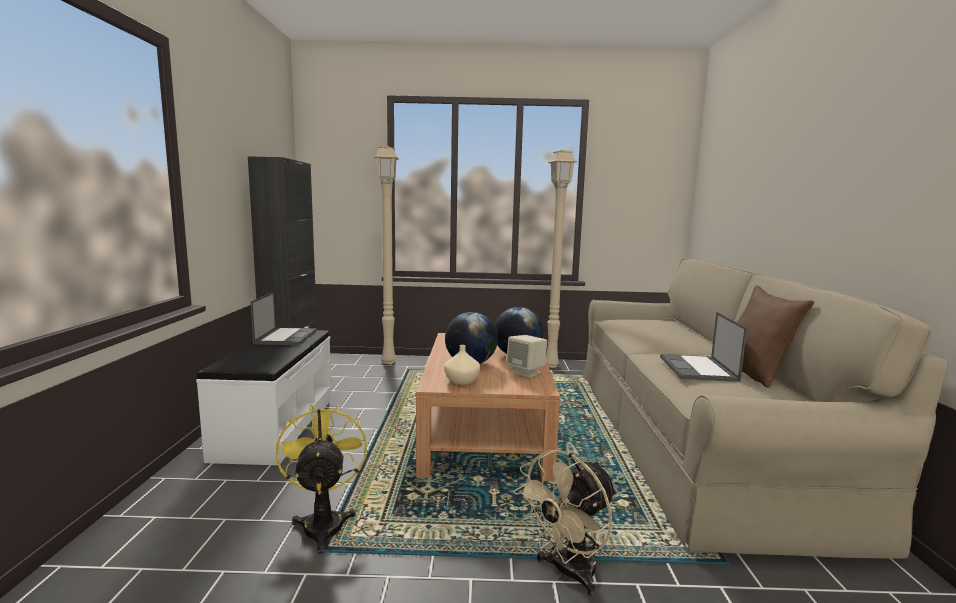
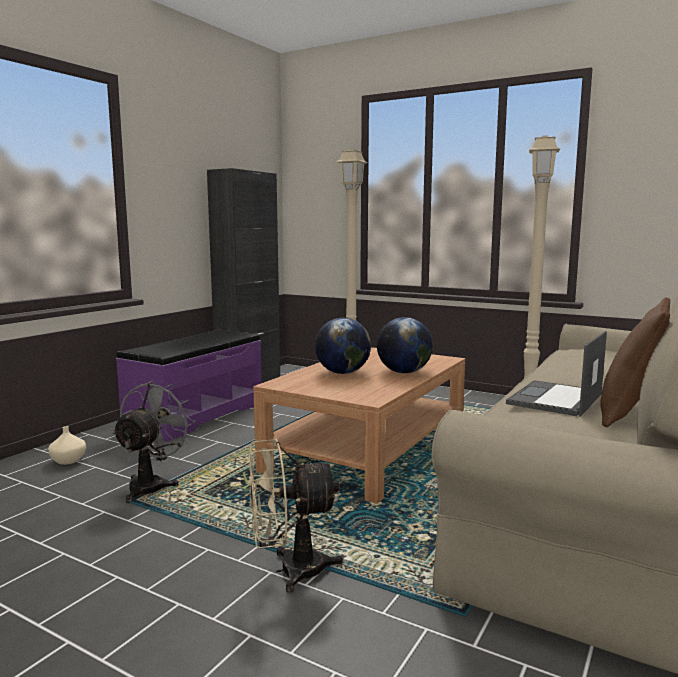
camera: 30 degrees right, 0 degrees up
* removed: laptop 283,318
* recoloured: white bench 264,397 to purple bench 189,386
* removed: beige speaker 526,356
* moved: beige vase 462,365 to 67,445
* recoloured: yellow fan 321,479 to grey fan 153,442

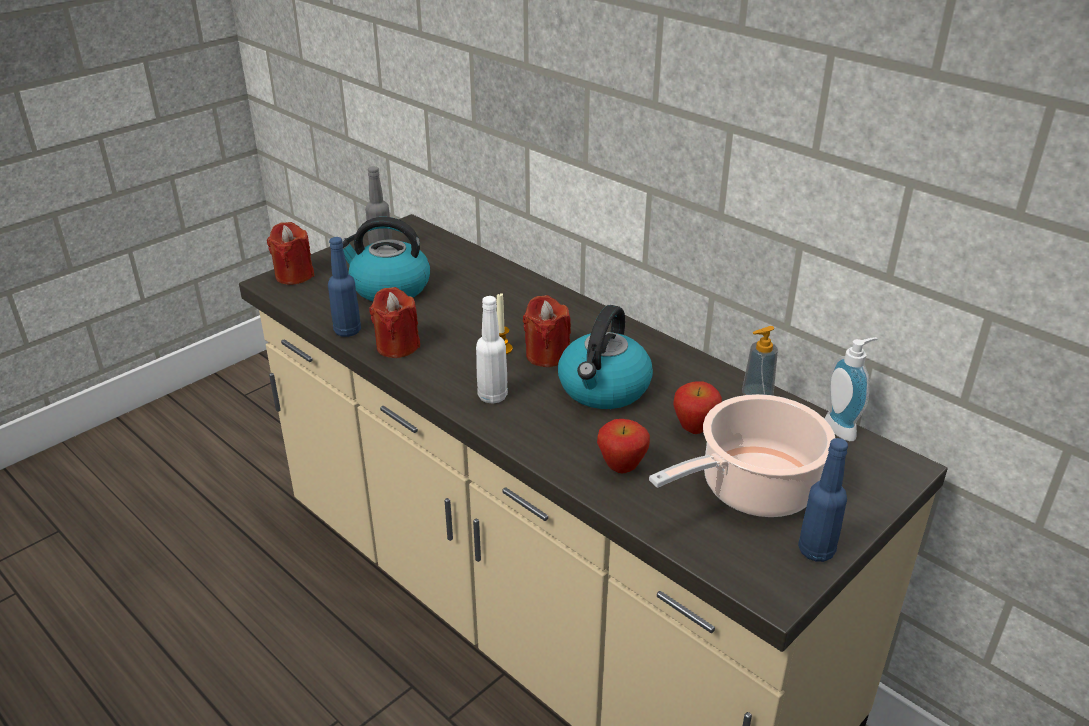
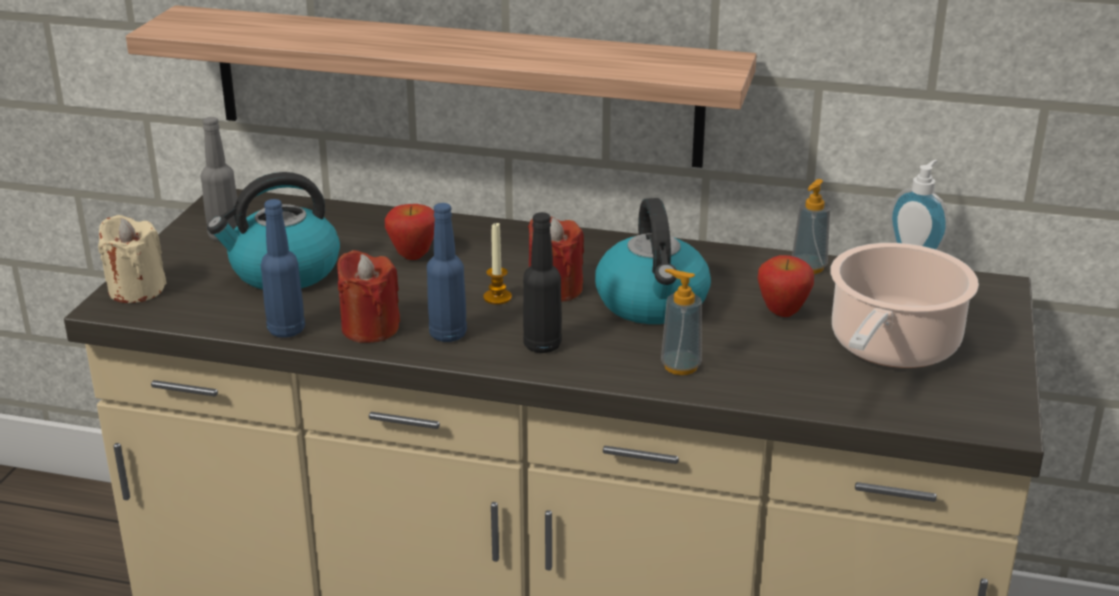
camera: 30 degrees left, 5 degrees down
* recoloured: red candle 291,253 to beige candle 132,259
* recoloured: white bottle 492,350 to black bottle 542,282
* moved: apple 623,446 to 410,232
* moved: blue bottle 823,500 to 447,272
* added: shelf 441,86
* added: soap dispenser 681,322

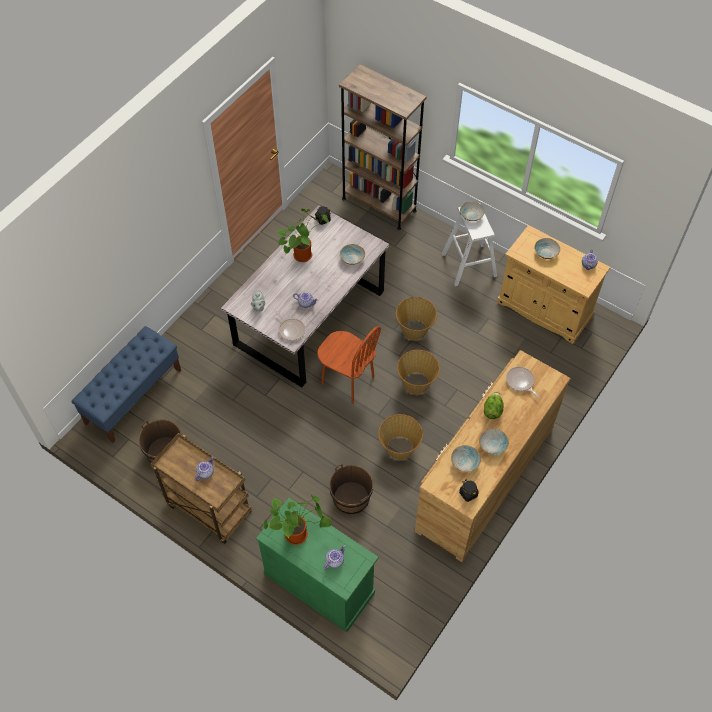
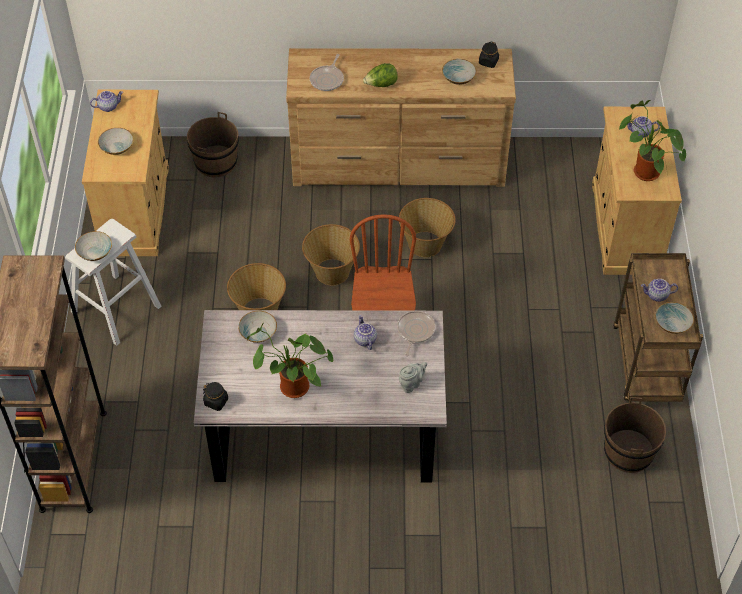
camera: 125 degrees left, 5 degrees down
* removed: blue bench 126,384
* moved: bowl 494,441 to 674,318
* moved: brown bucket 351,489 to 213,144
* recoloured: green cabinet 317,565 to beige cabinet 637,191

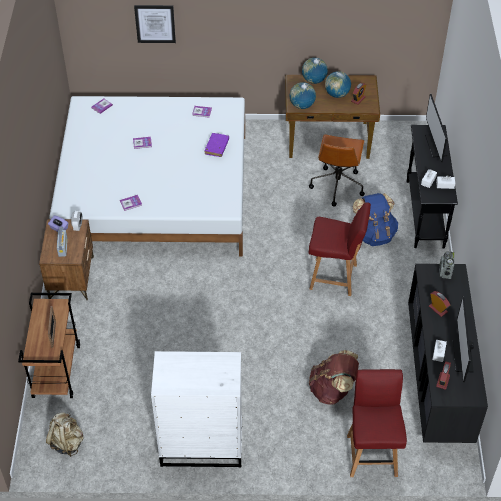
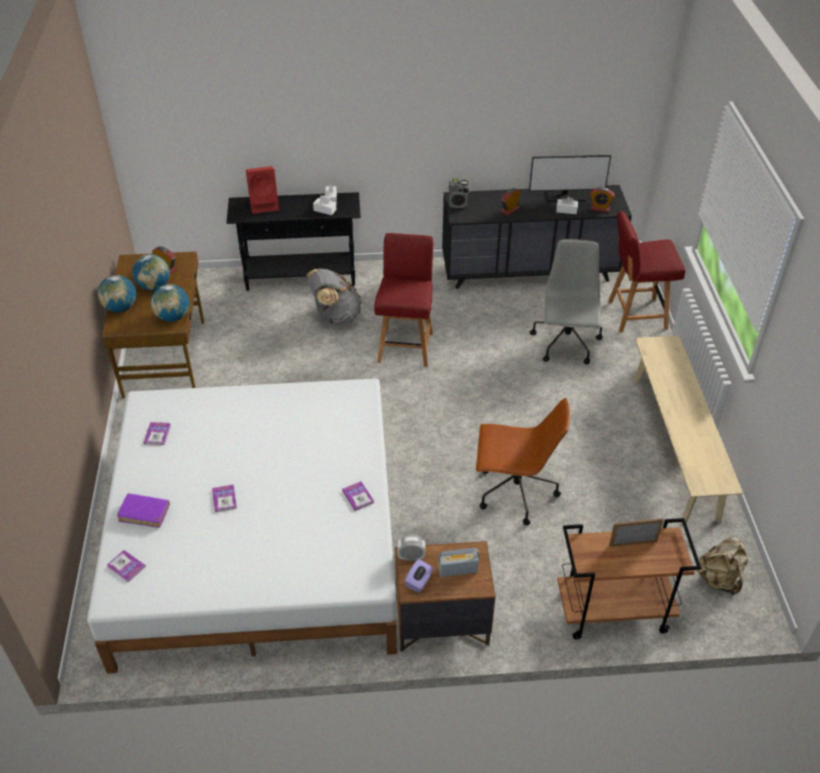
camera: 95 degrees left, 5 degrees down
* removed: picture 155,24
* replaced: monitor 436,128 to red speaker 262,190
* moved: purple book 217,145 to 143,510
* moved: brown office chair 337,171 to 523,461
* recoloured: blue backpack 375,219 to grey backpack 334,297
* replaced: brown backpack 334,377 to grey office chair 566,301
* replaced: white dresser 196,409 to beige bench 688,430

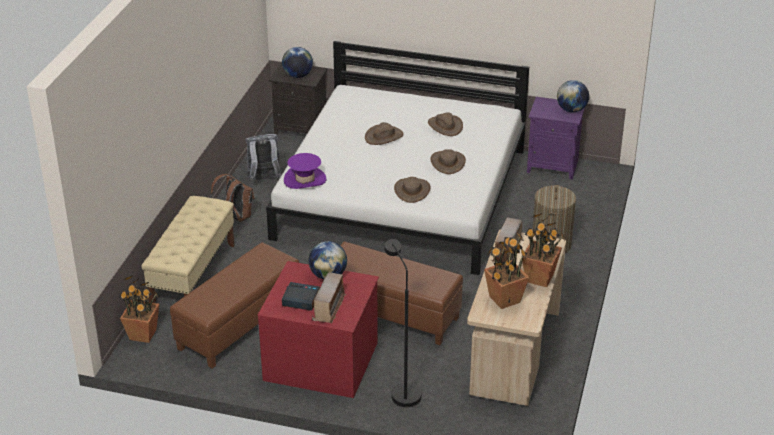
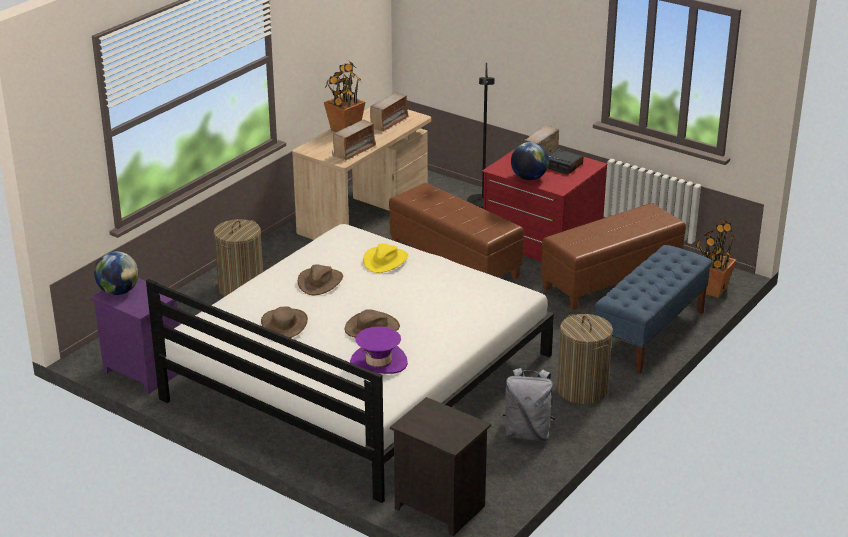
camera: 160 degrees left, 5 degrees down
* removed: globe 297,62
* moved: purple hat 305,171 to 379,350
* replaced: brown backpack 232,198 to laundry basket 585,359
* recoloured: brown hat 412,190 to yellow hat 385,258
* recoloured: beige bench 188,249 to blue bench 653,309
* replaced: potted plant 506,271 to radio 389,112

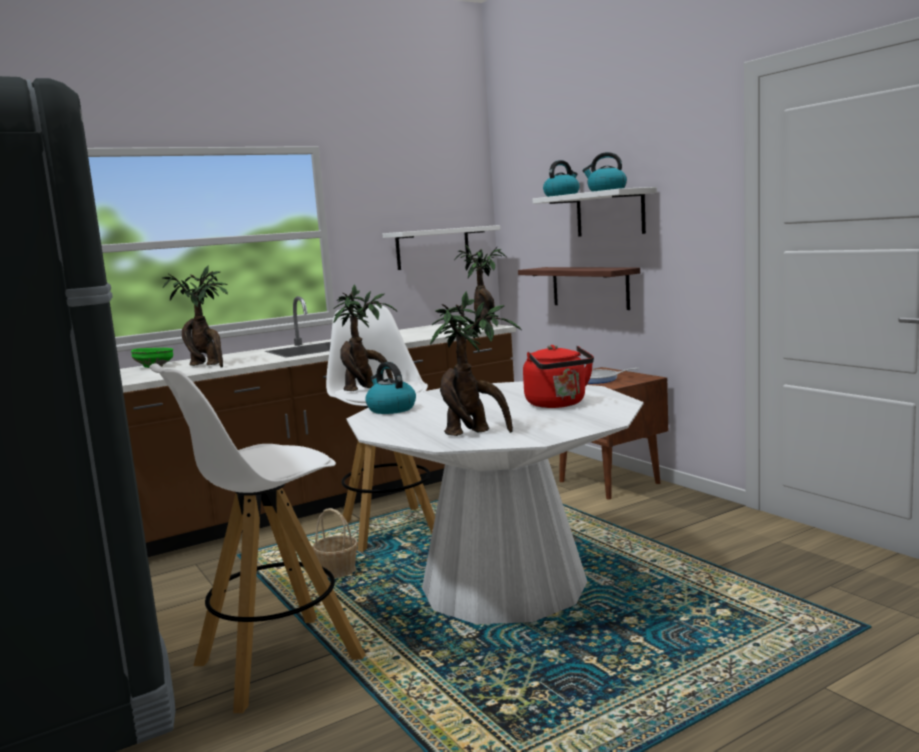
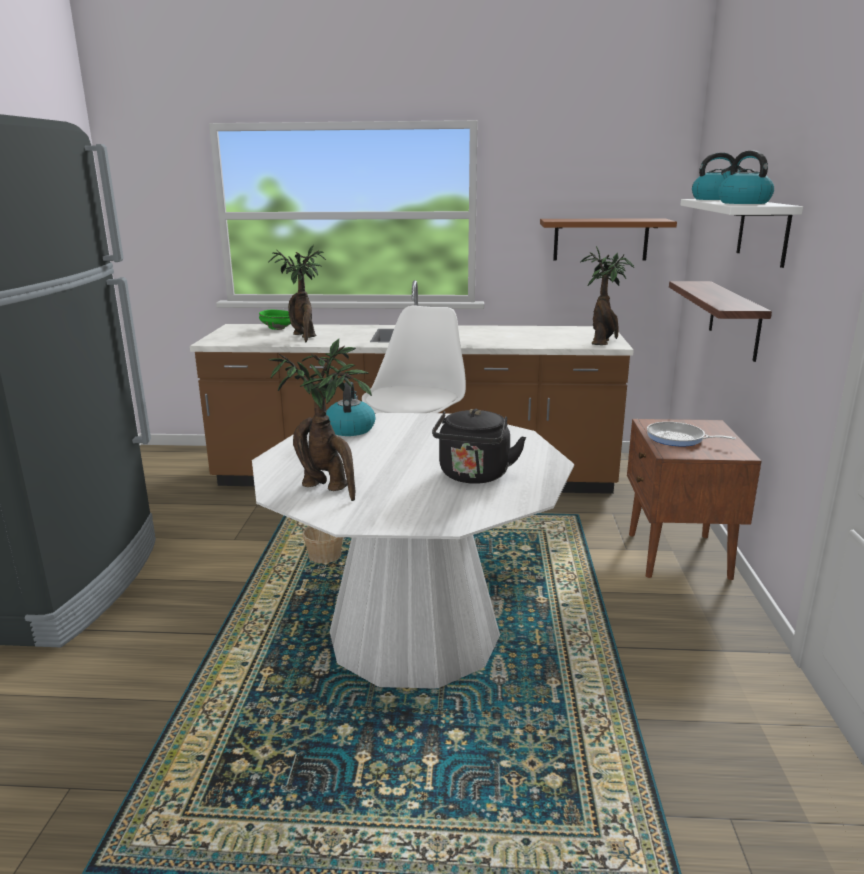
camera: 35 degrees right, 10 degrees up
* recoloured: white shelf 441,247 to brown shelf 608,239
* removed: potted plant 365,337
* recoloured: red kettle 558,376 to black kettle 479,446
* removed: white stool 257,538

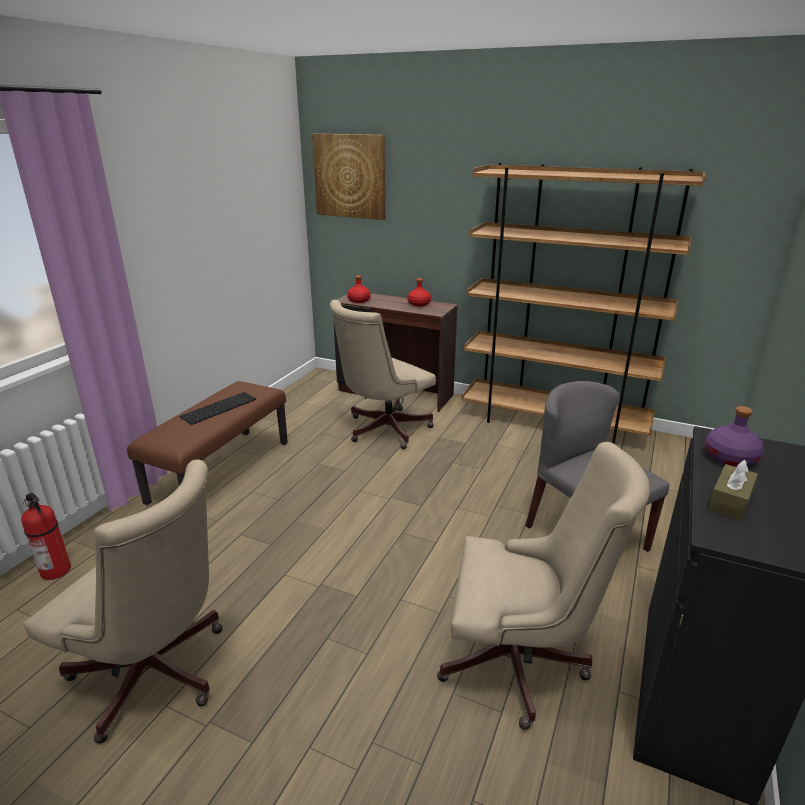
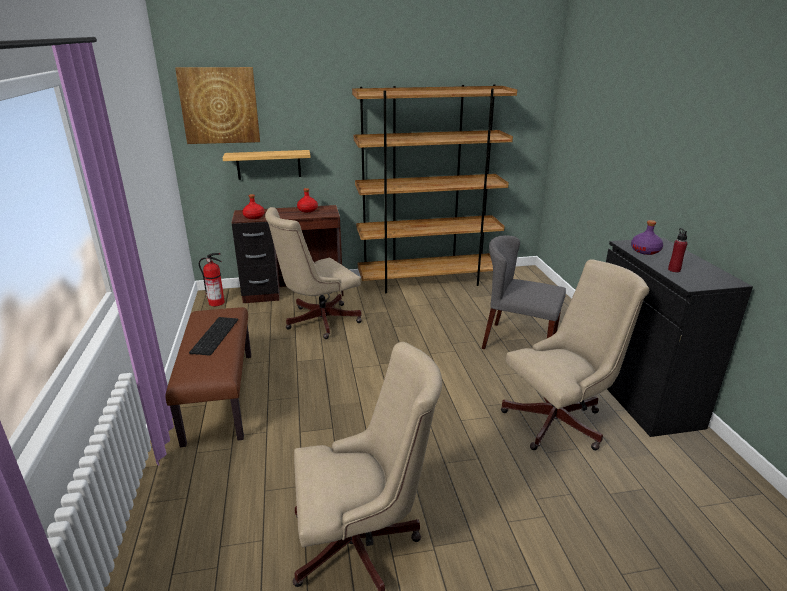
camera: 35 degrees left, 0 degrees up
* turned: beige office chair 383,374 = 313,273 45 degrees clockwise
* replaced: brown tissue box 733,490 to red bottle 678,250
* moved: fire extinguisher 46,536 to 212,279
* added: shelf 267,165

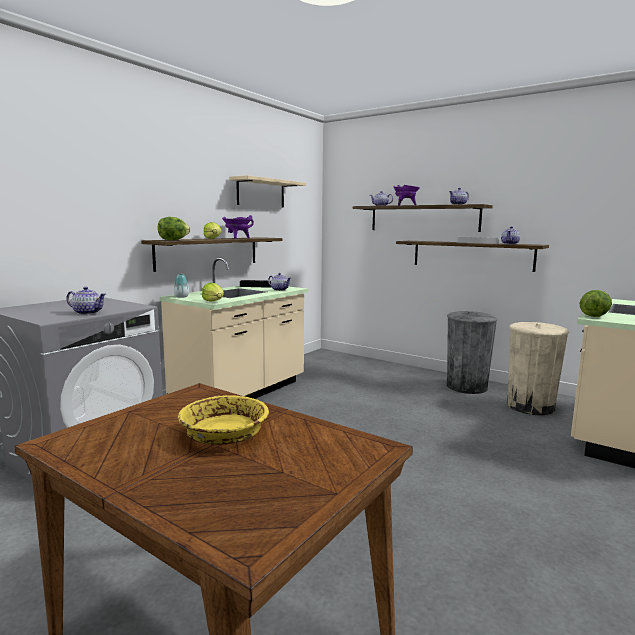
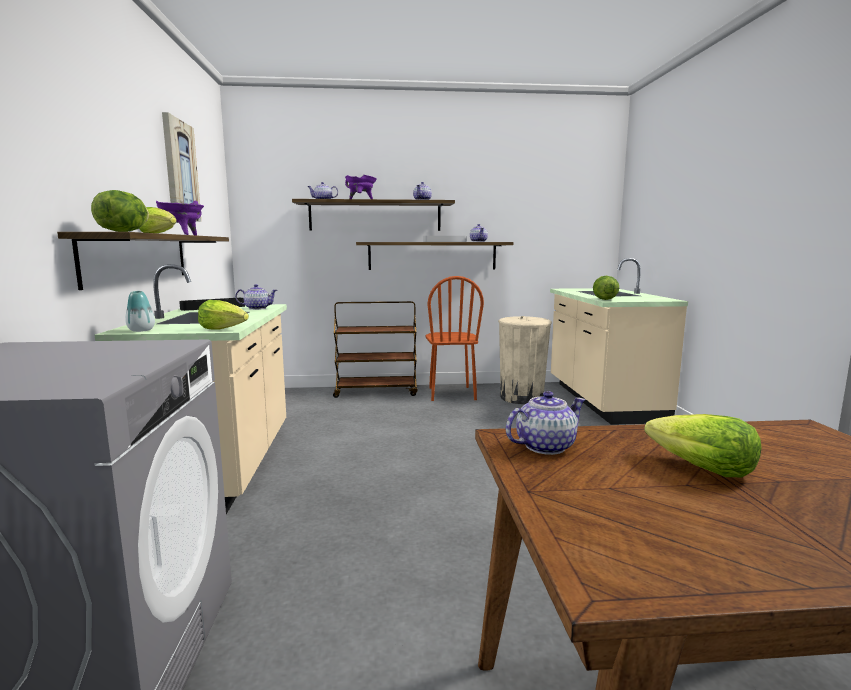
camera: 40 degrees left, 0 degrees up
* replaced: beige shelf 267,191 to picture 181,166
* moved: teapot 86,301 to 546,423
* replaced: grey trash can 472,352 to brown chair 455,338
* replaced: yellow bowl 223,420 to lettuce 702,445
* added: brown cart 375,349

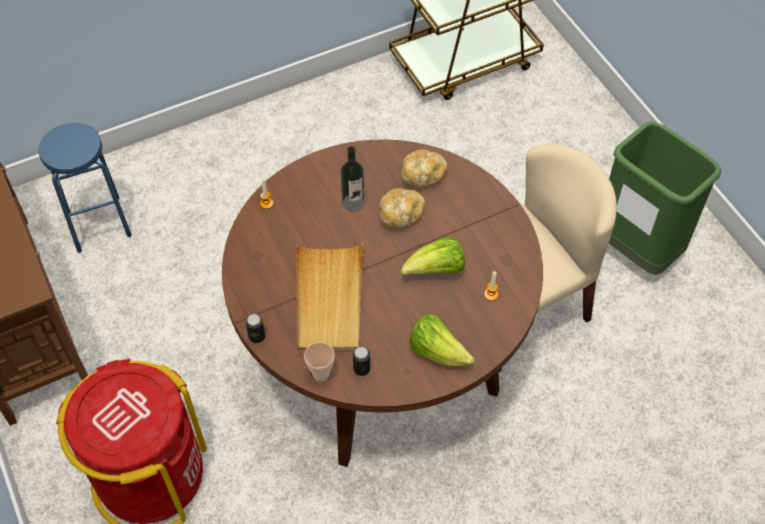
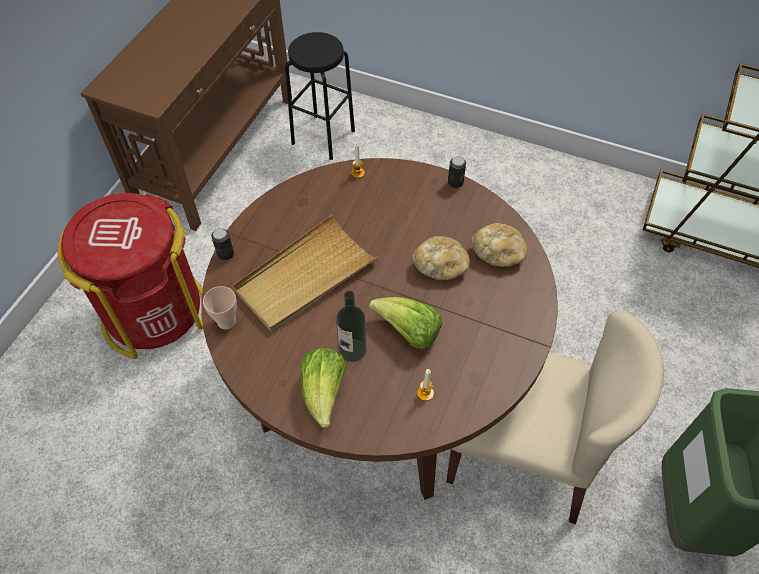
camera: 50 degrees right, 0 degrees up
* recoloured: blue stool 85,188 to black stool 320,96
* moved: bottle 352,178 to 351,326
* moved: can 361,361 to 457,172

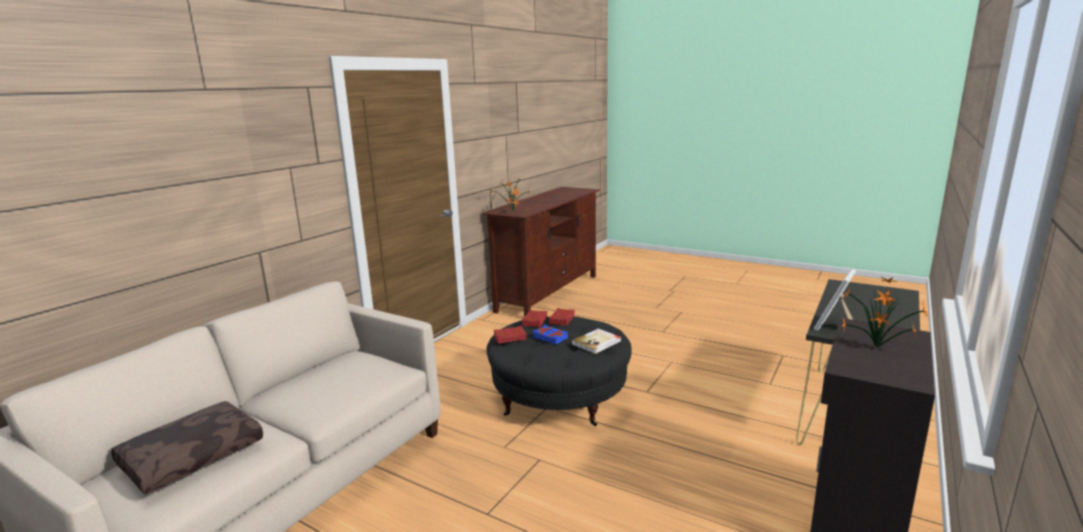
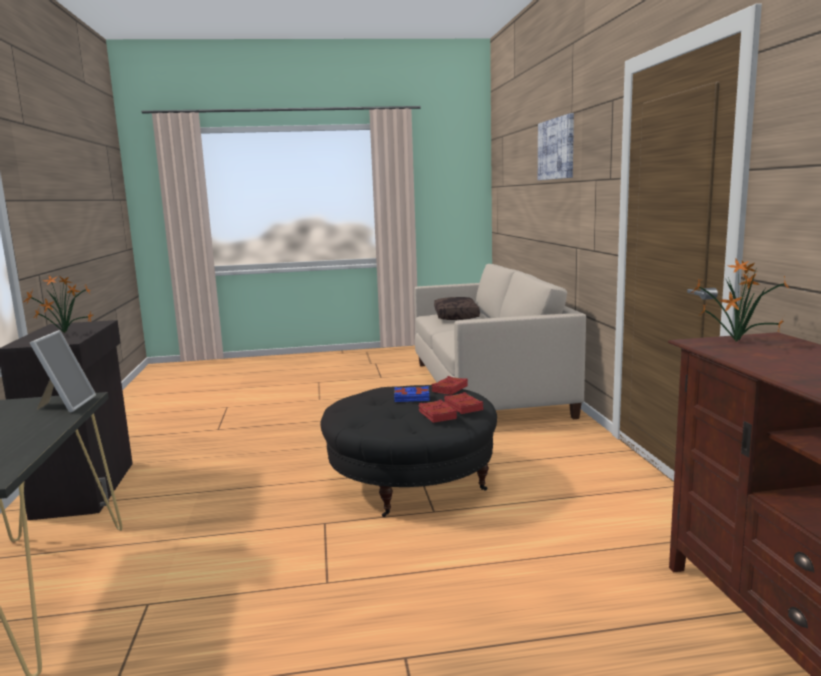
camera: 140 degrees right, 5 degrees down
* removed: book 596,341
* added: picture 556,146

